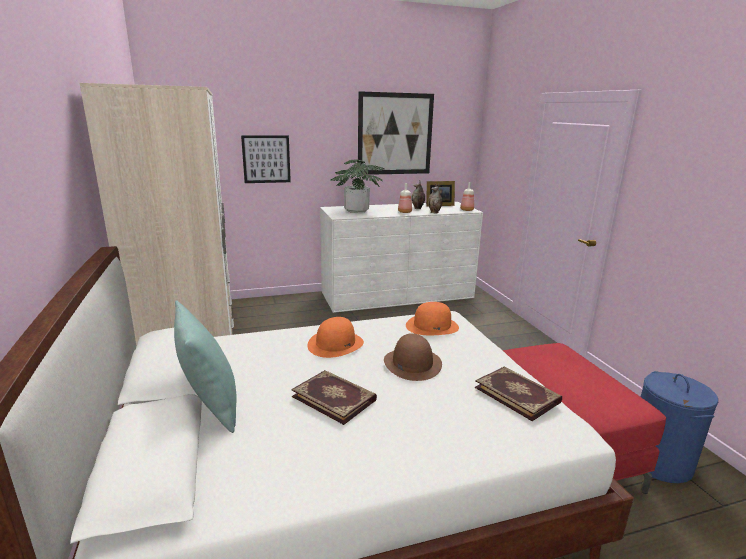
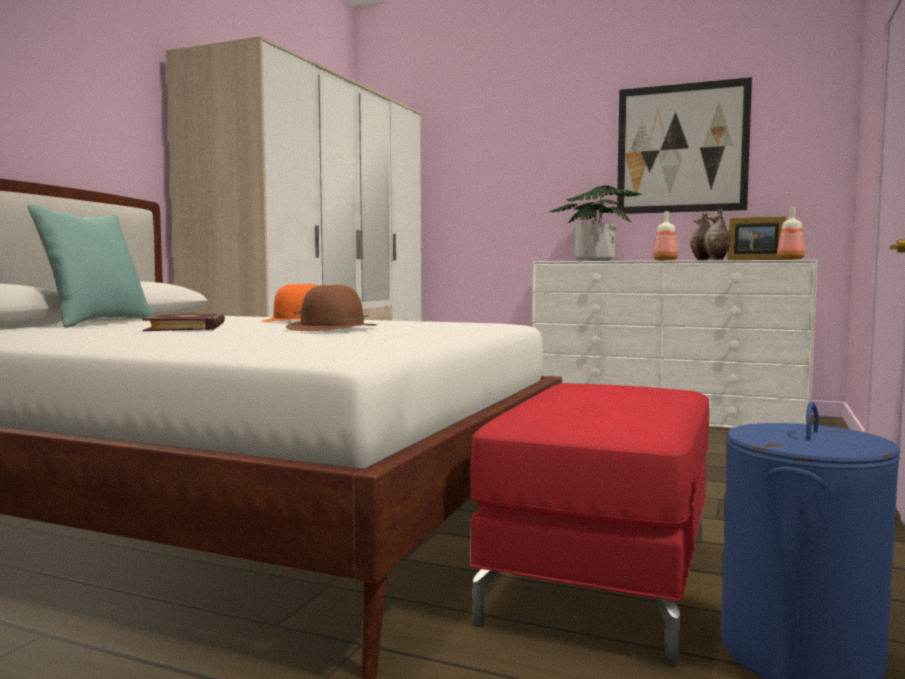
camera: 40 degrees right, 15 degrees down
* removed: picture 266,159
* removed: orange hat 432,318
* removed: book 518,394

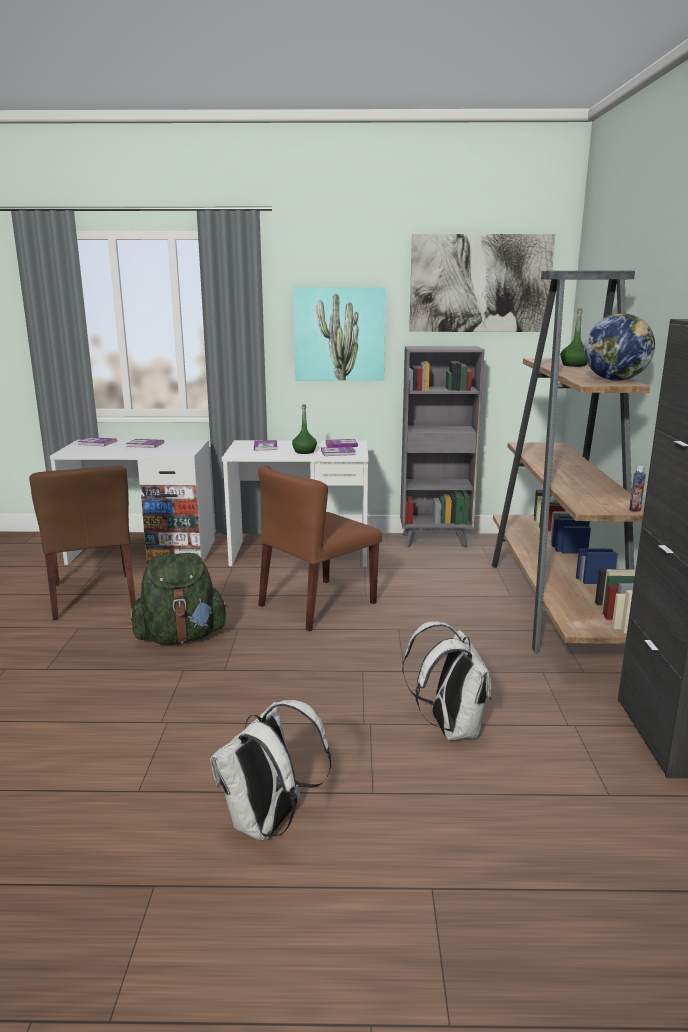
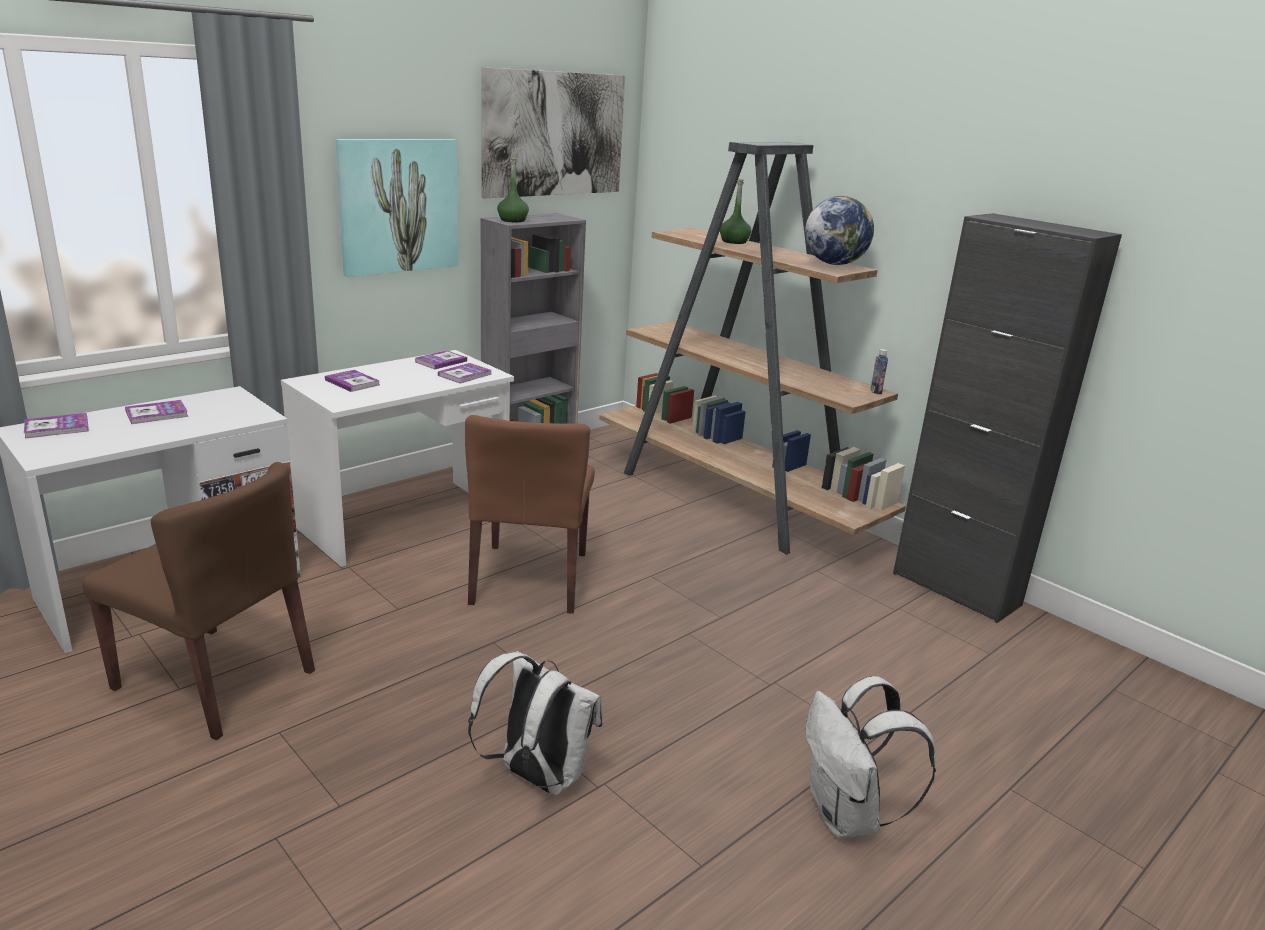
camera: 45 degrees left, 5 degrees up
* moved: green bottle 304,429 to 513,190
* removed: green backpack 179,599
* moved: white backpack 447,680 to 535,723

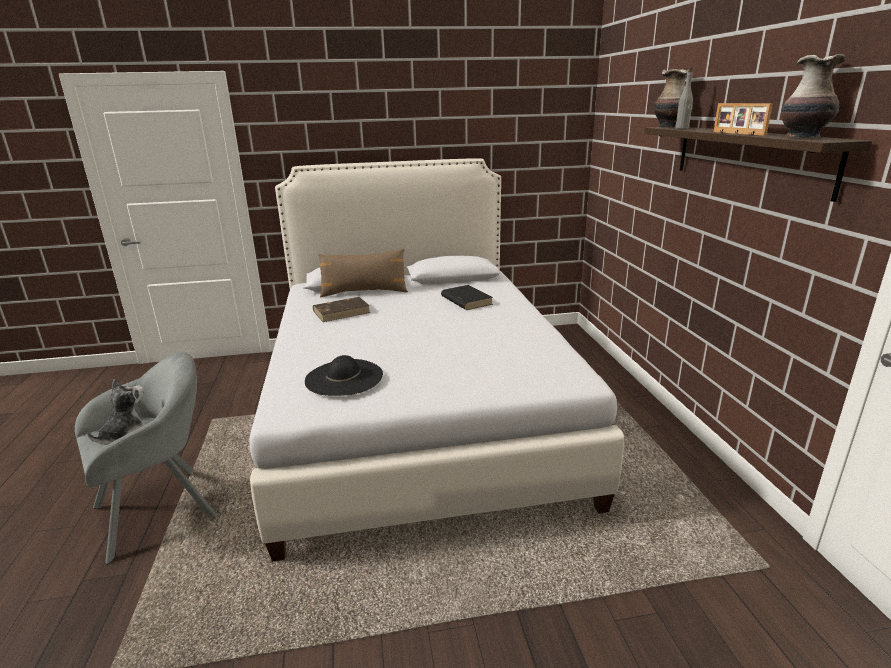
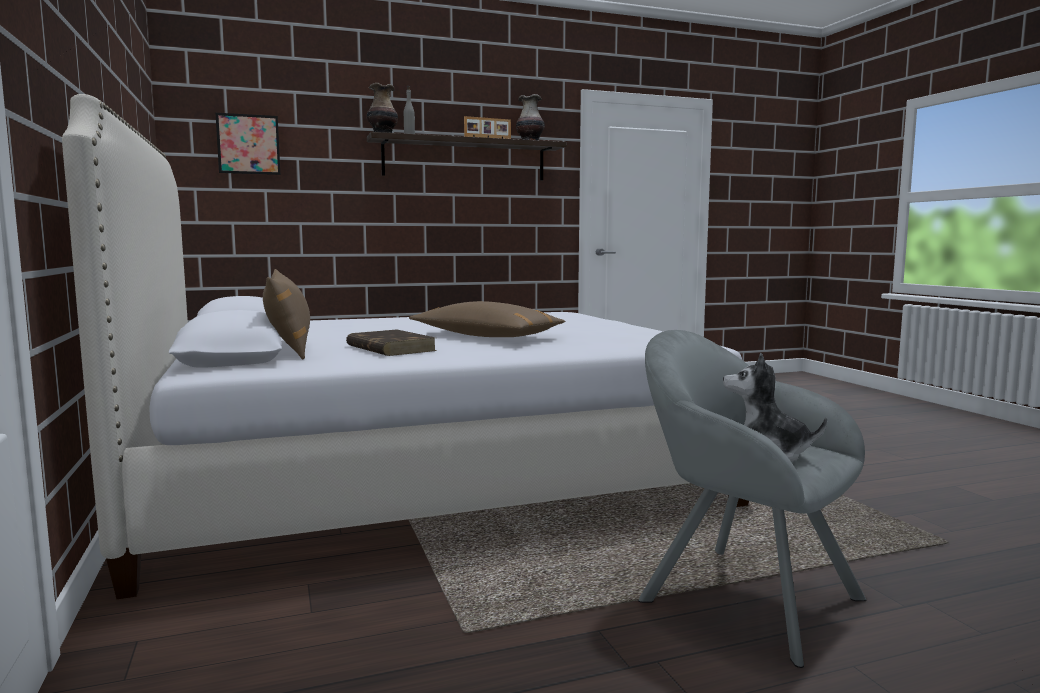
camera: 100 degrees left, 15 degrees down
* removed: black book 467,297
* removed: black hat 344,375
* added: picture 247,144
* added: brown pillow 487,319

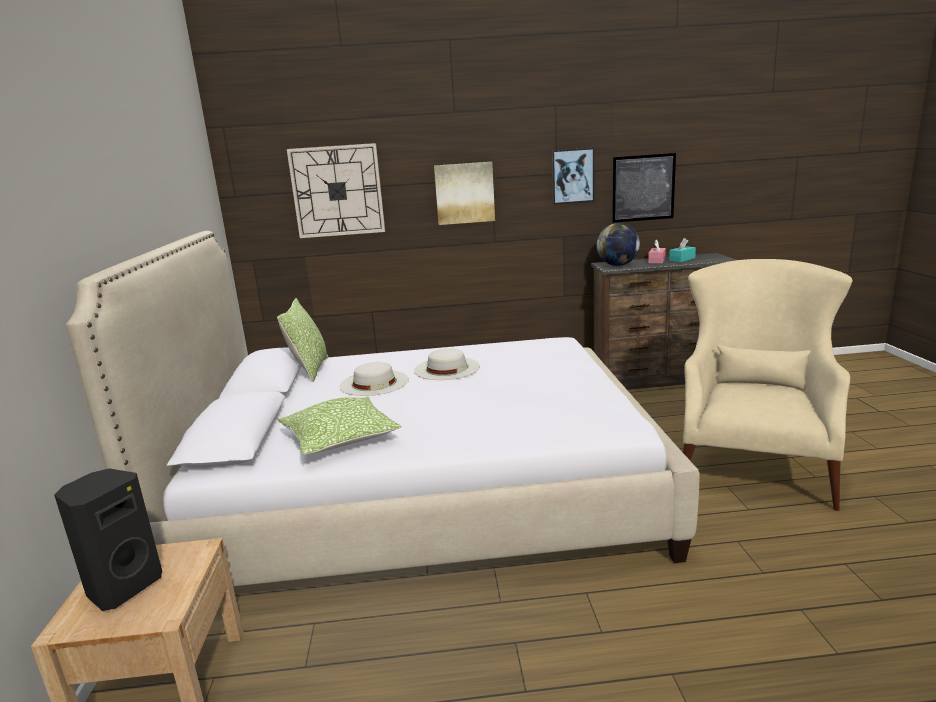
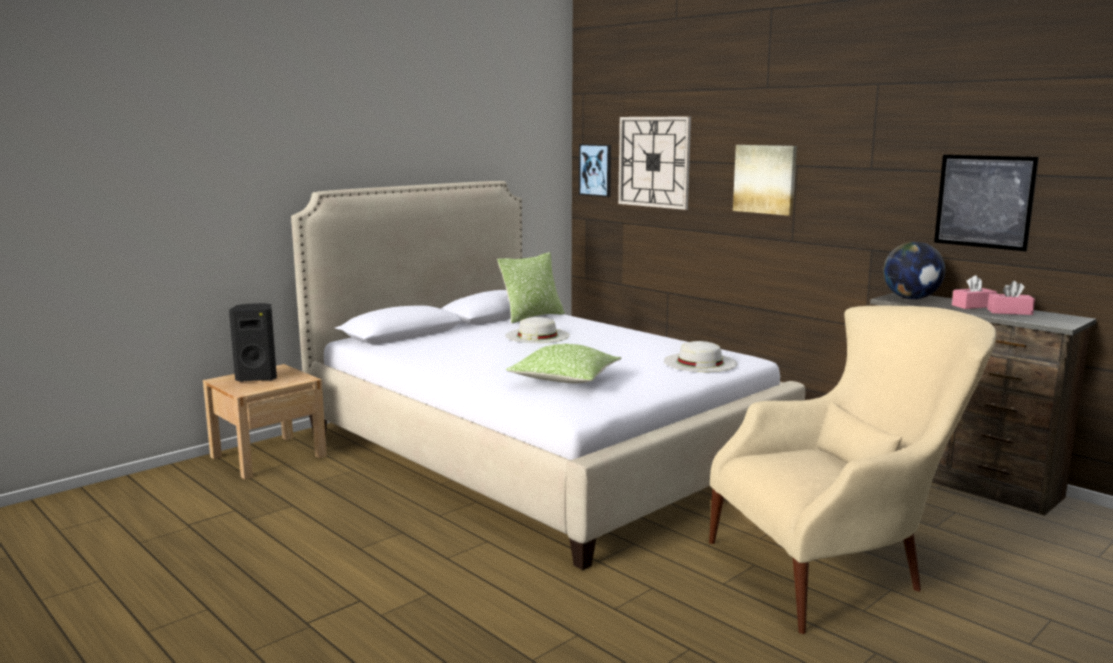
camera: 50 degrees right, 5 degrees down
* moved: picture 573,176 to 595,170
* recoloured: turquoise tissue box 682,250 to pink tissue box 1011,298
* moved: white hat 447,364 to 700,356
* moved: pillow 339,425 to 564,363

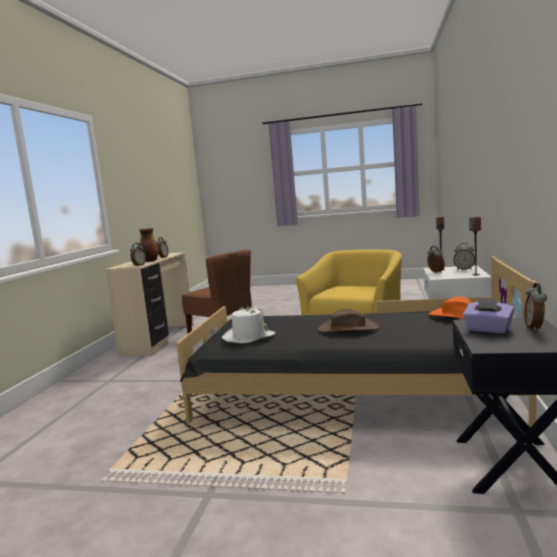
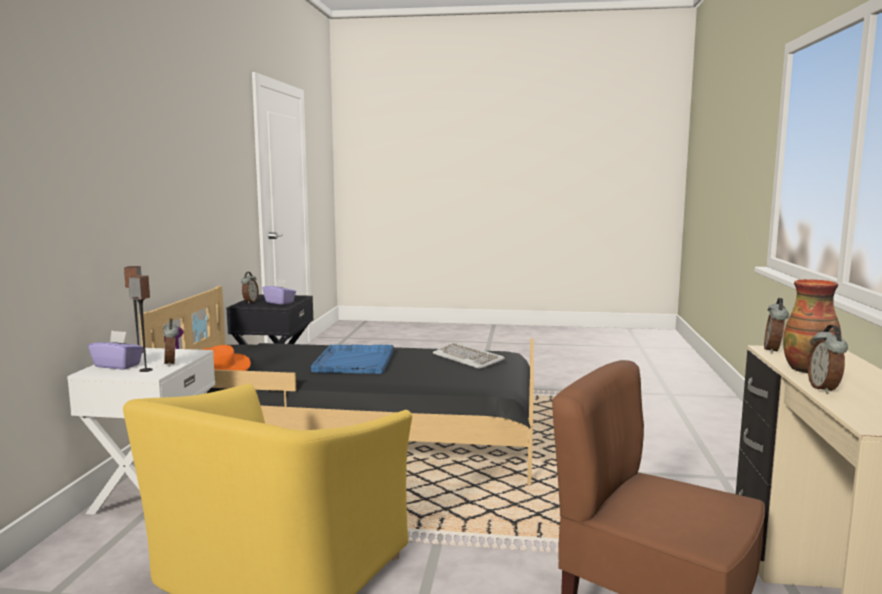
camera: 175 degrees right, 0 degrees up
* replaced: alarm clock 464,256 to purple tissue box 115,349
* replaced: white hat 248,325 to keyboard 469,356
* replaced: brown hat 349,320 to blue tray 352,359

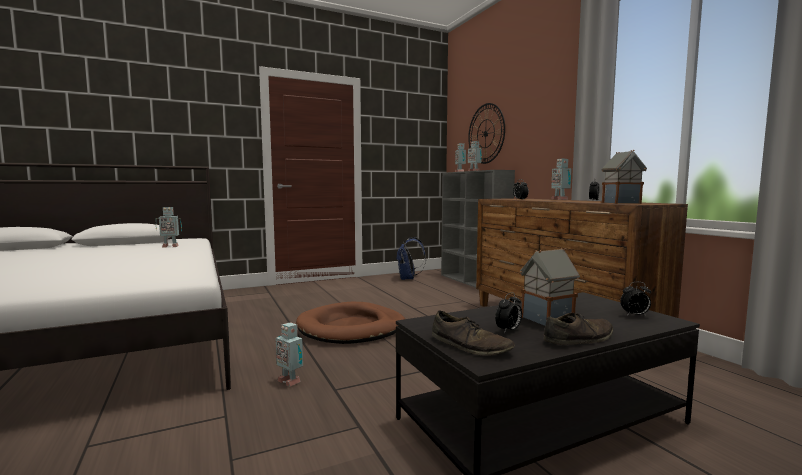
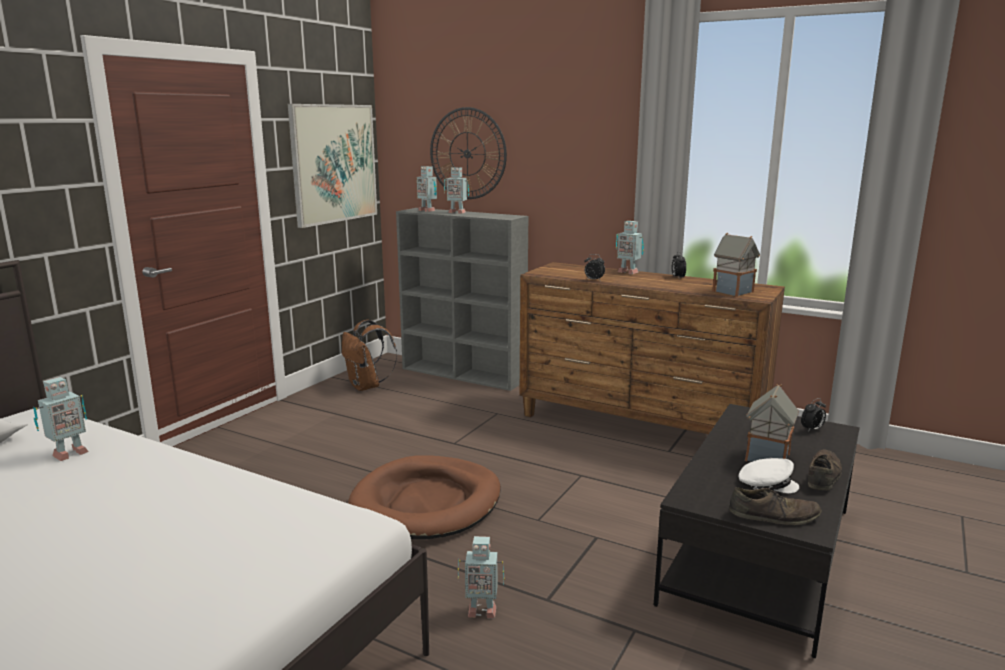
camera: 35 degrees left, 10 degrees up
* recoloured: blue backpack 411,258 to brown backpack 369,355
* replaced: alarm clock 508,312 to white cap 769,476
* added: picture 332,166

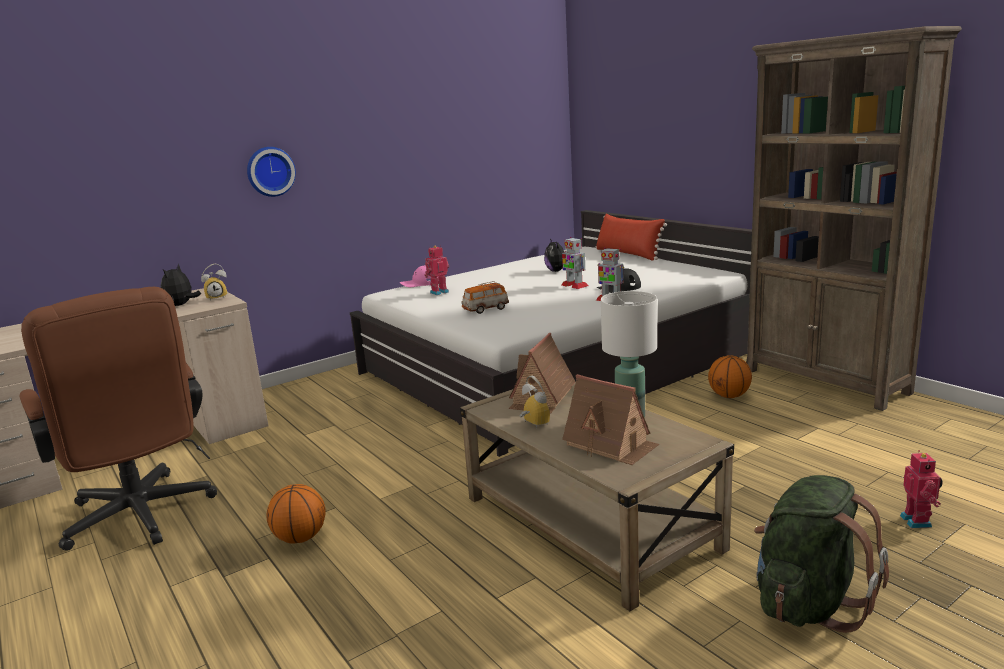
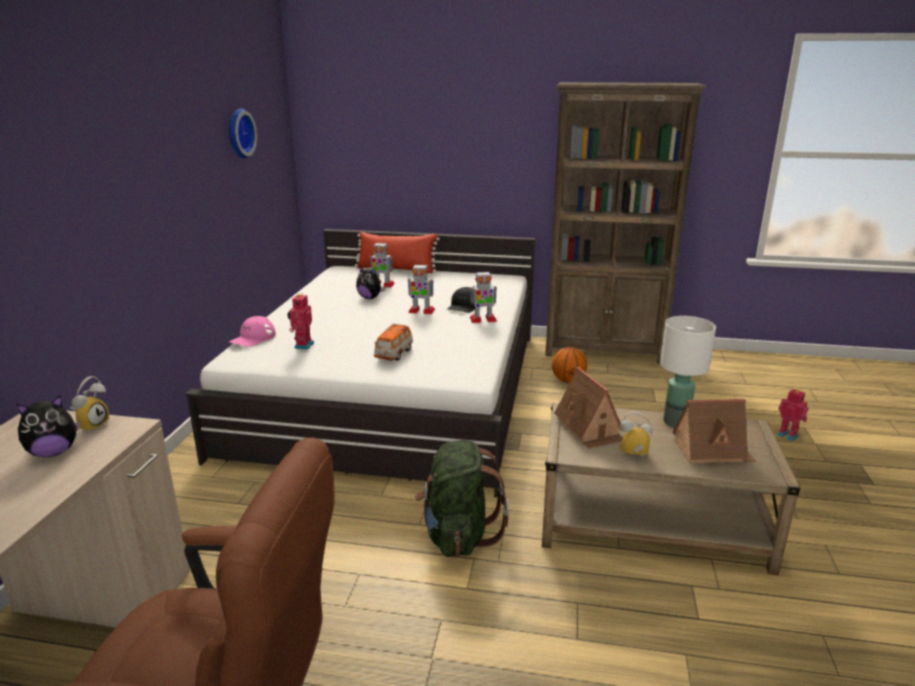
camera: 45 degrees left, 5 degrees up
* moved: wall clock 271,172 to 243,133
* turned: plush toy 181,285 = 49,426 90 degrees counterclockwise
* moved: green backpack 821,554 to 462,498
* removed: basketball 296,514
* added: toy robot 382,265

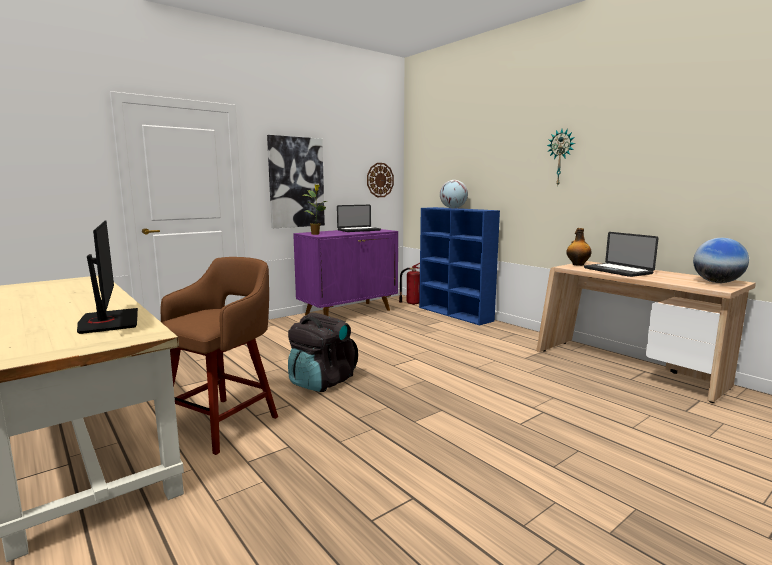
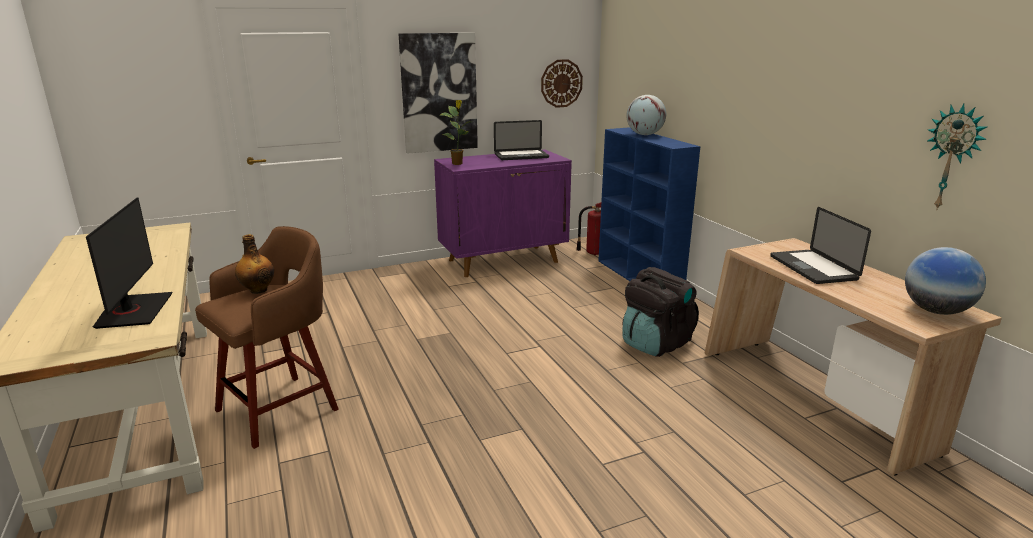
camera: 15 degrees right, 10 degrees up
* moved: wall clock 561,158 to 957,156
* moved: bottle 579,247 to 254,264
* moved: black backpack 323,352 to 660,312

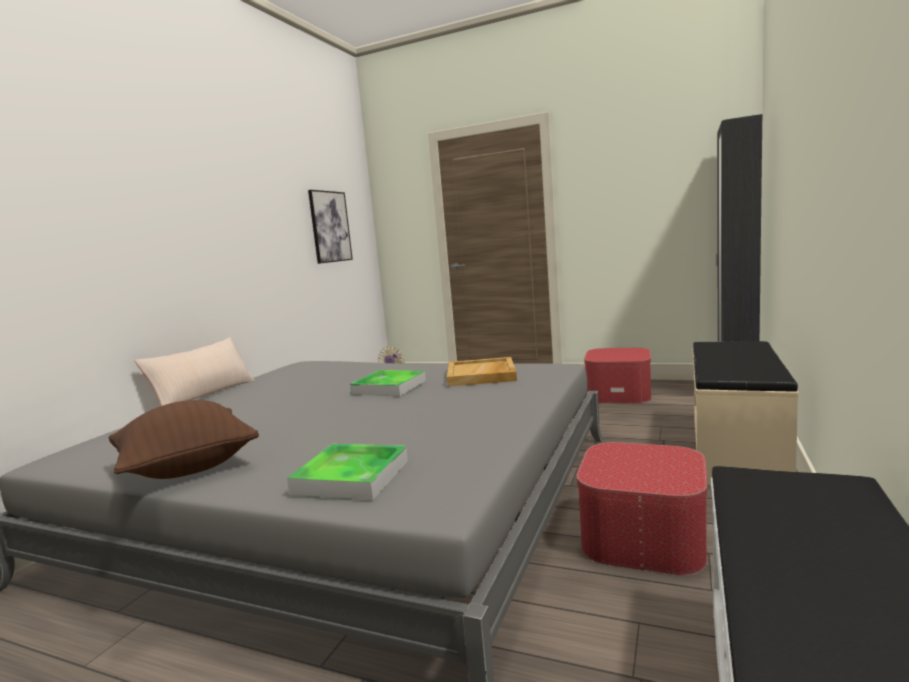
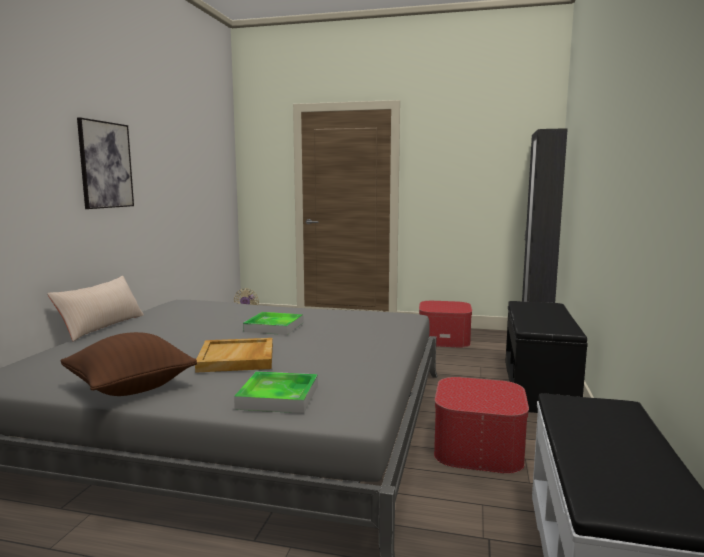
camera: 10 degrees left, 0 degrees up
* moved: picture 330,227 to 105,163
* recoloured: beige bench 746,413 to black bench 546,357
* moved: beige tray 482,371 to 234,355

